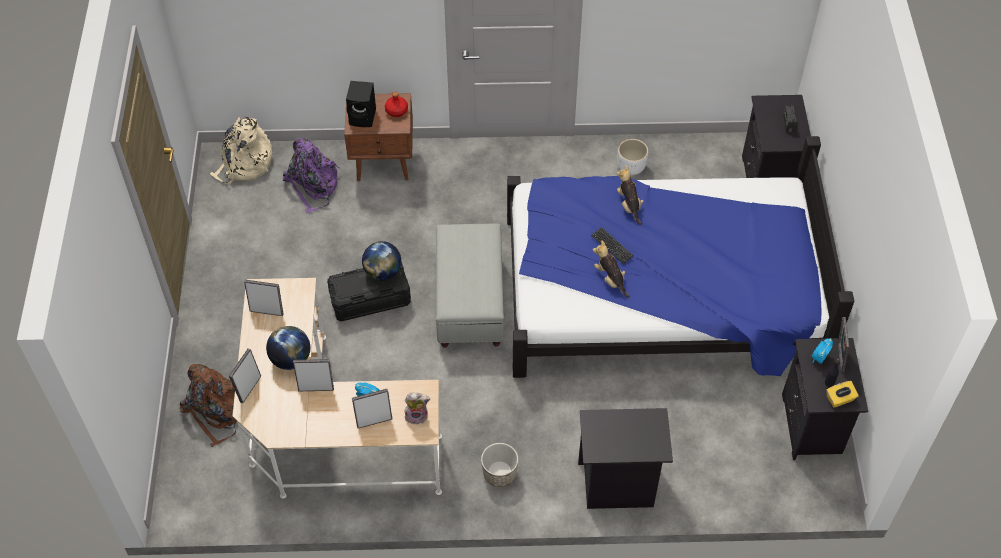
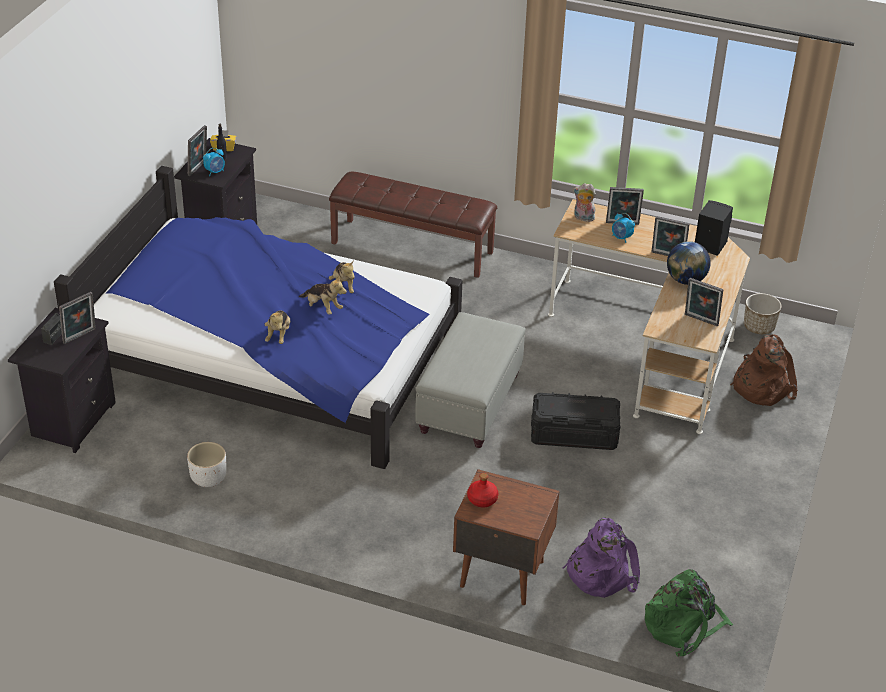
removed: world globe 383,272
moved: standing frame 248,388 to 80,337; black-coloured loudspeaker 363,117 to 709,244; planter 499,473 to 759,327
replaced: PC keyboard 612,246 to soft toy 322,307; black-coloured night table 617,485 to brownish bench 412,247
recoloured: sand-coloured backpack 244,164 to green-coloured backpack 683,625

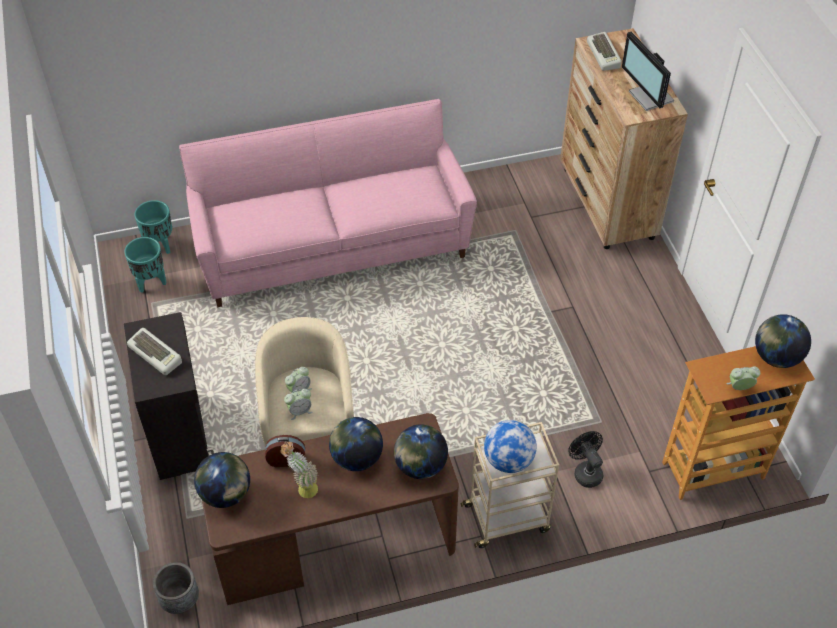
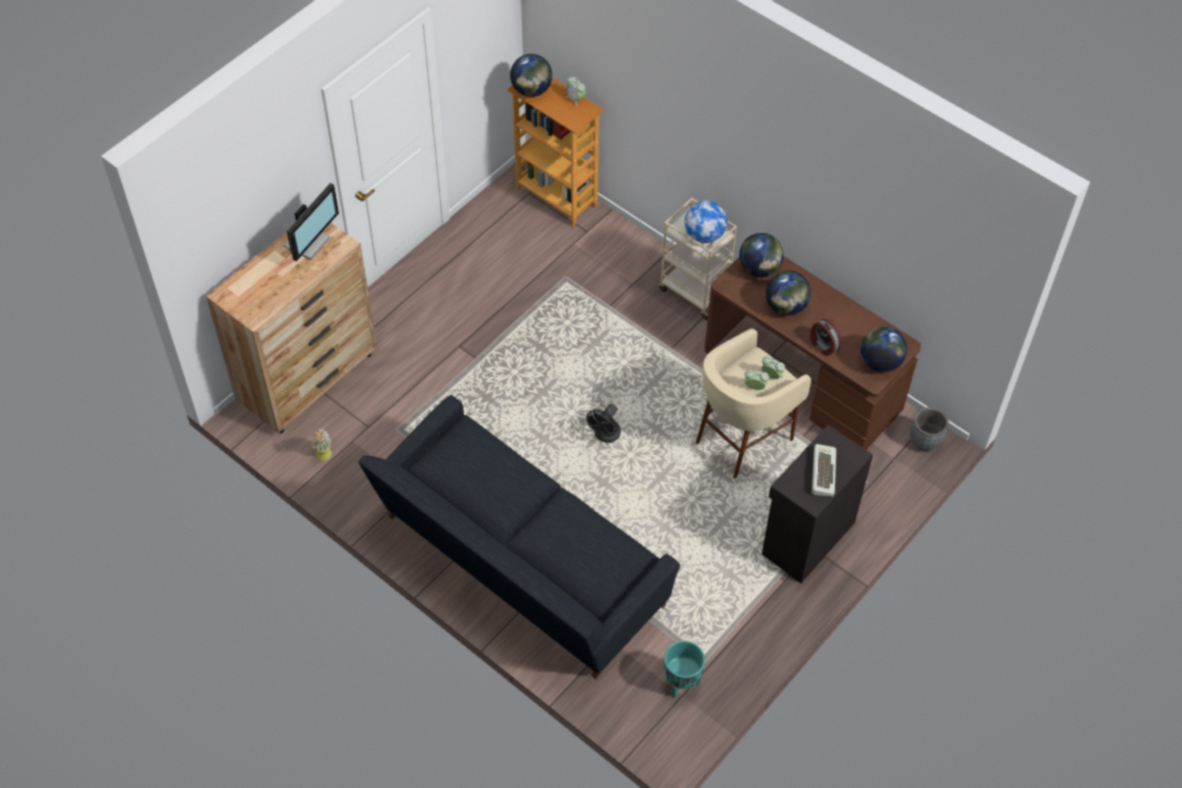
removed: turquoise-coloured planter 160,245; PC keyboard 604,55
moved: houseplant 302,488 to 324,457; black-coloured electric fan 585,471 to 605,436
recoloured: pinkish couch 331,243 to black-coloured couch 519,565

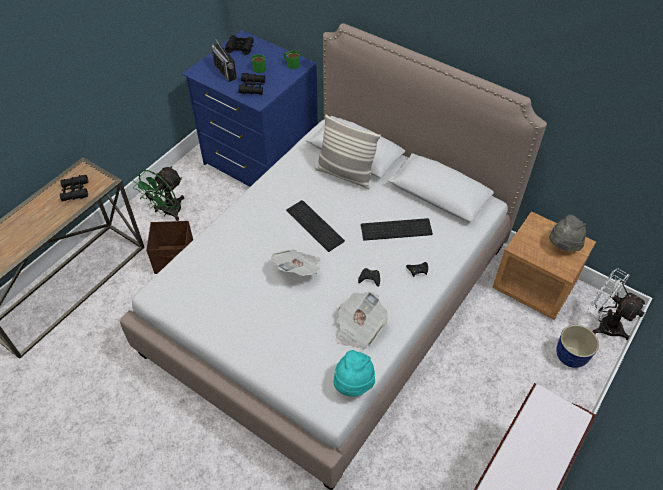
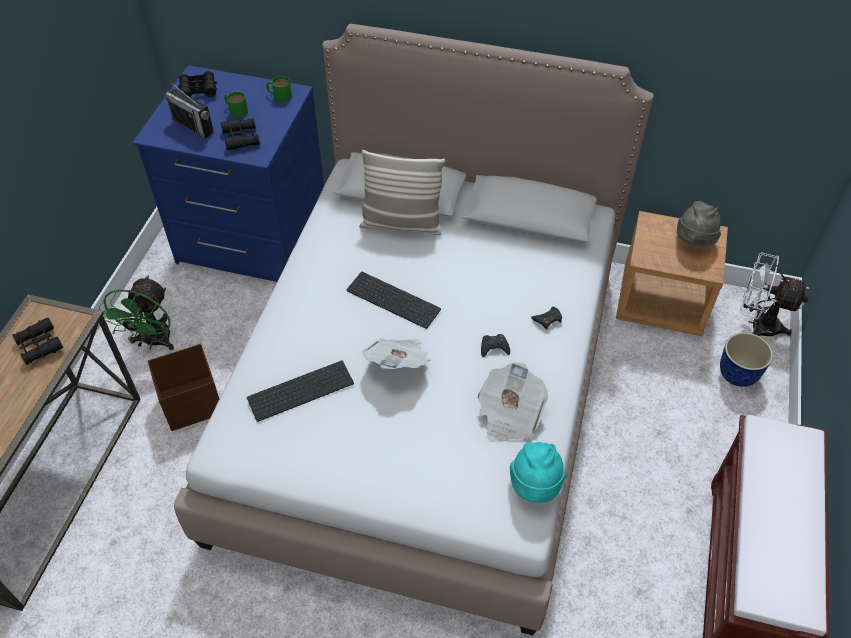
moved: PC keyboard 396,228 to 301,389

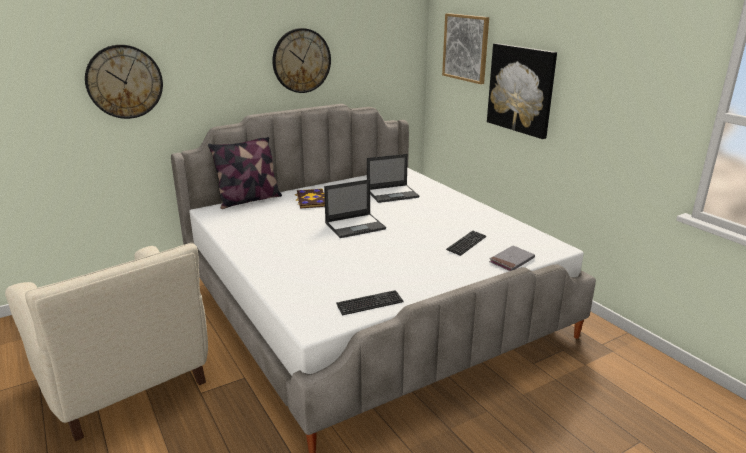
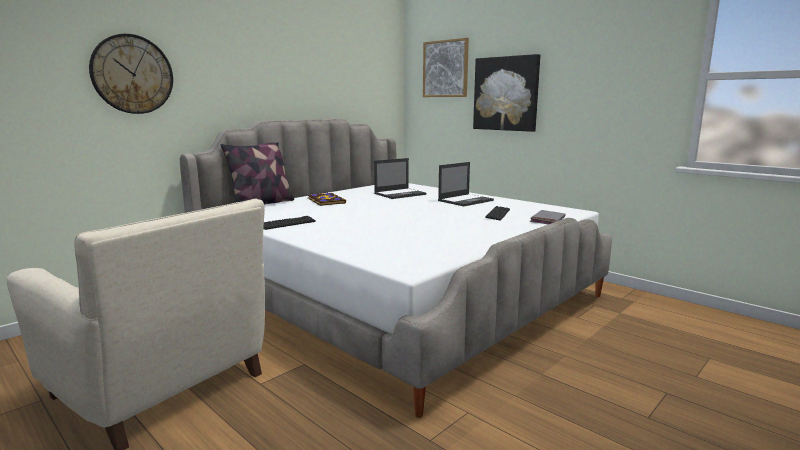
removed: wall clock 301,60
moved: PC keyboard 369,304 to 287,224; notebook computer 355,226 to 466,200

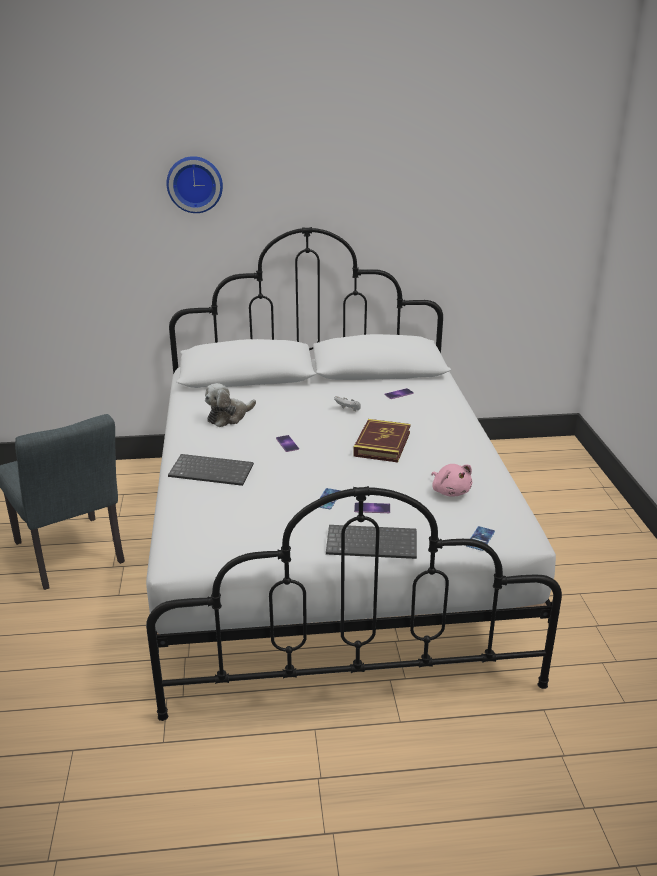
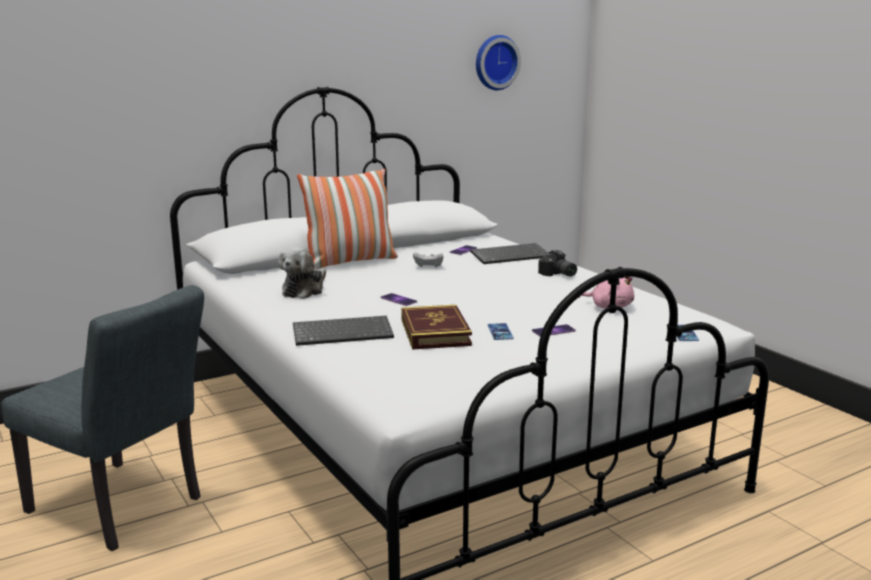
added: pillow 350,262; still camera 558,274
moved: book 382,444 to 435,332; PC keyboard 373,543 to 510,255; wall clock 194,184 to 495,62

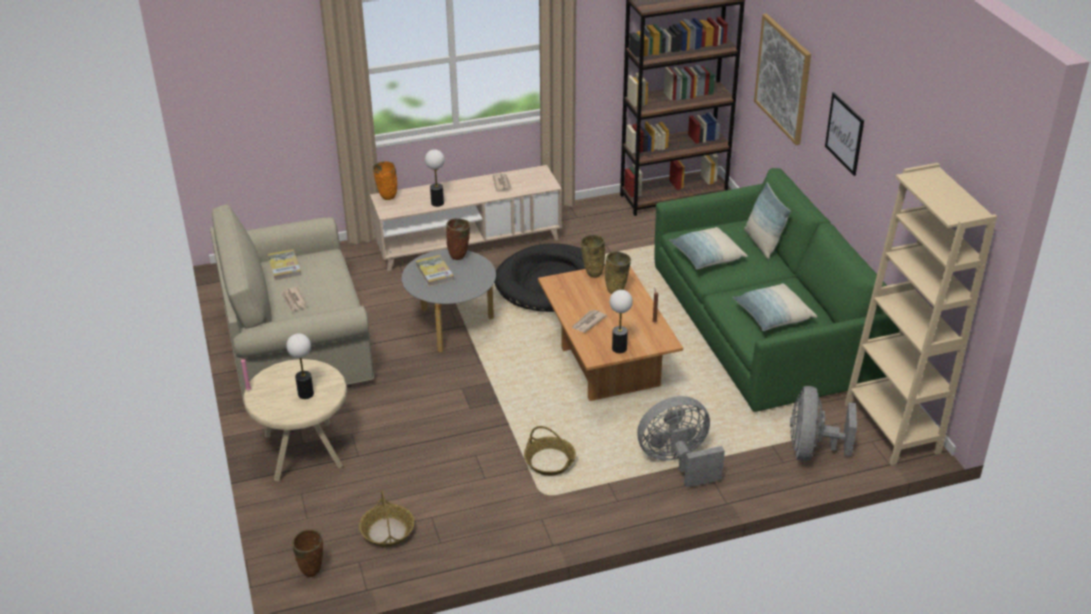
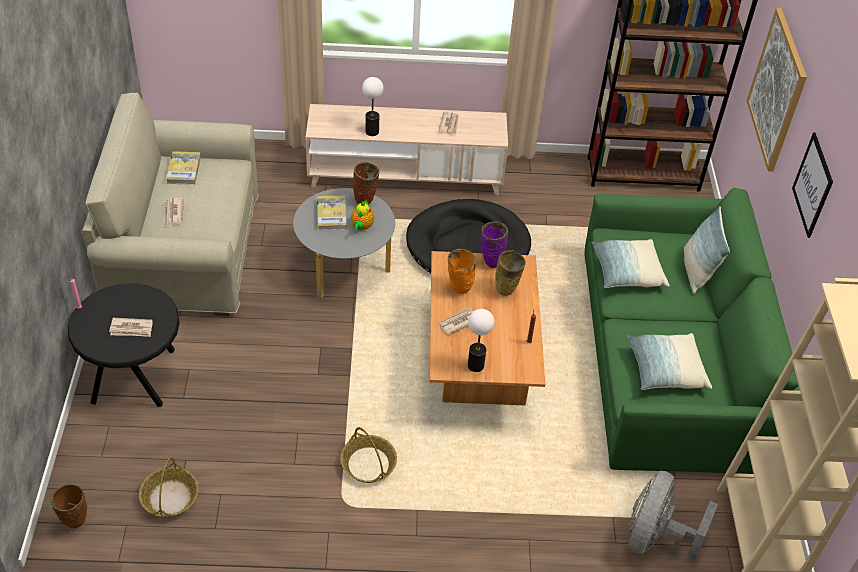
removed: greyish electric fan 678,462
added: pot for tea 362,226
moved: orange-coloured flower vase 386,198 to 458,289
replaced: lamp for a table 306,394 to newspaper 131,329
recoloured: sand-coloured accent table 304,450 to black-coloured accent table 135,375; sand-coloured flower vase 592,274 to purplish flower vase 491,262

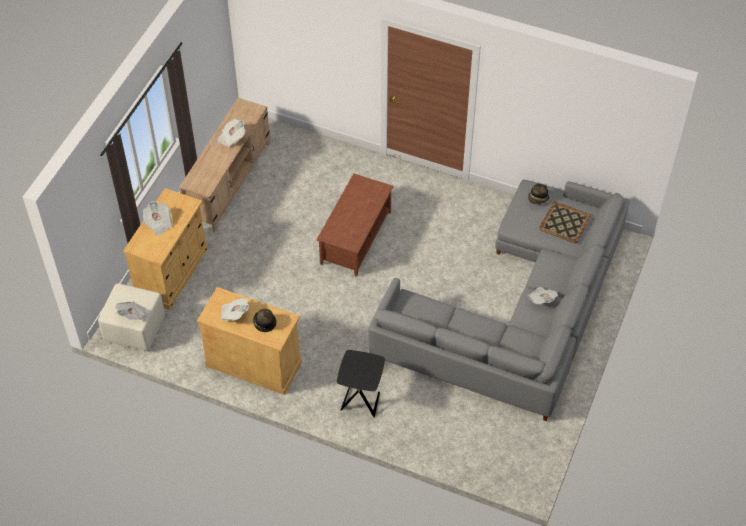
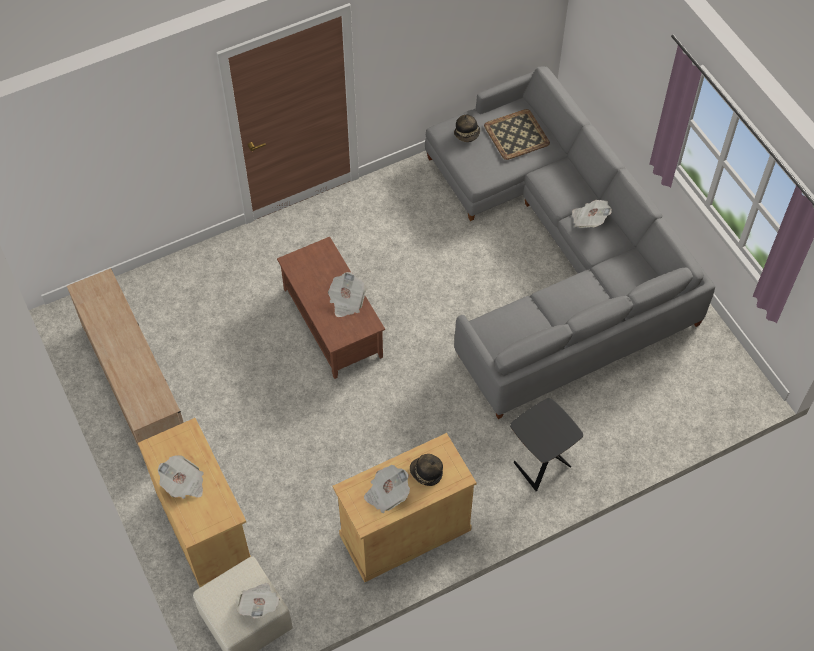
moved: newspaper 231,138 to 346,301

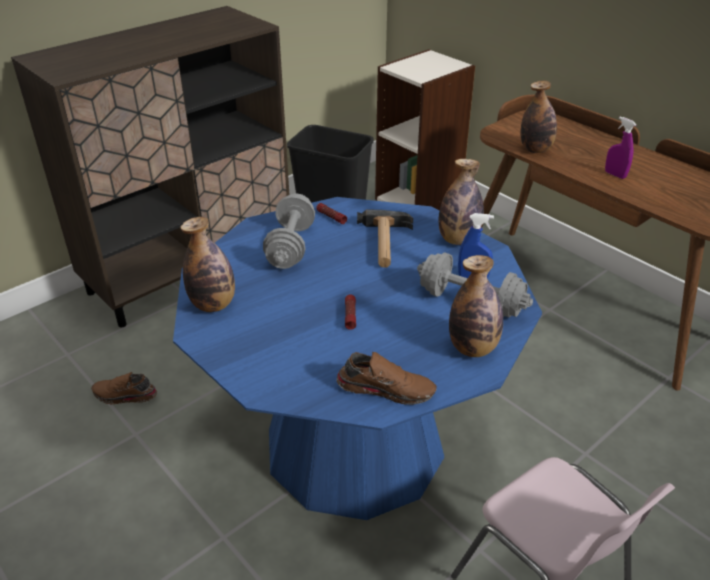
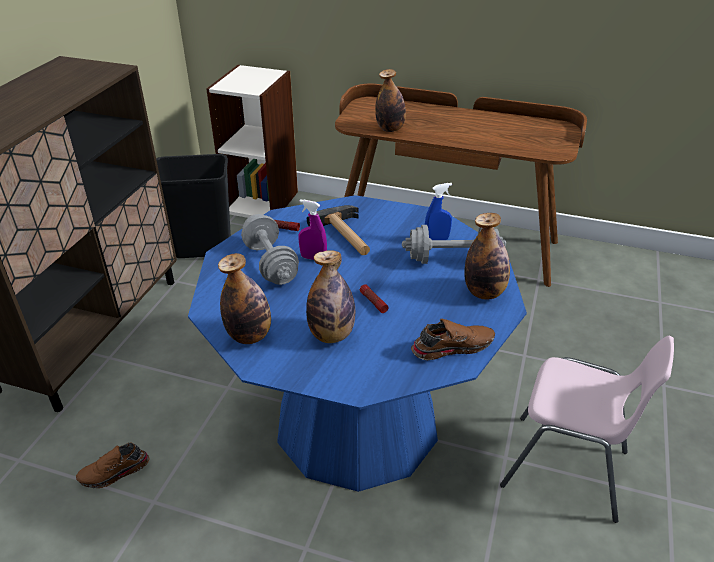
moved: purplish hand sprayer 615,175 to 313,258; drink bottle 458,240 to 331,335

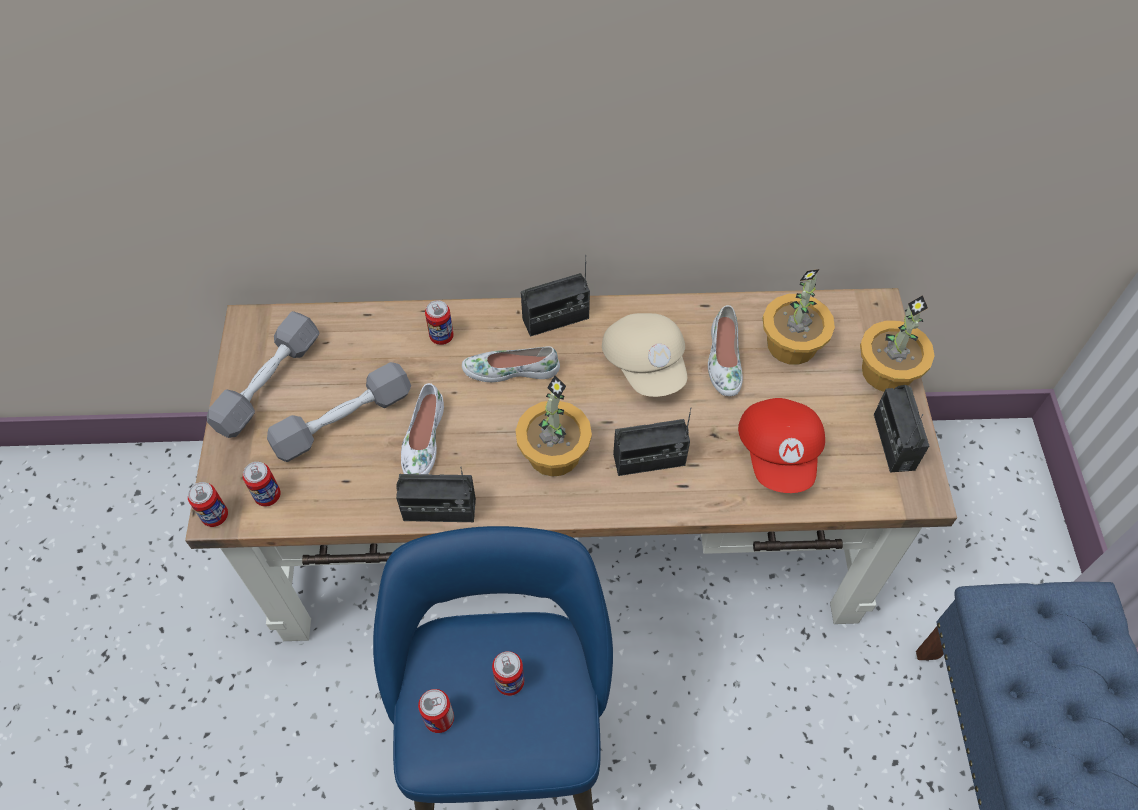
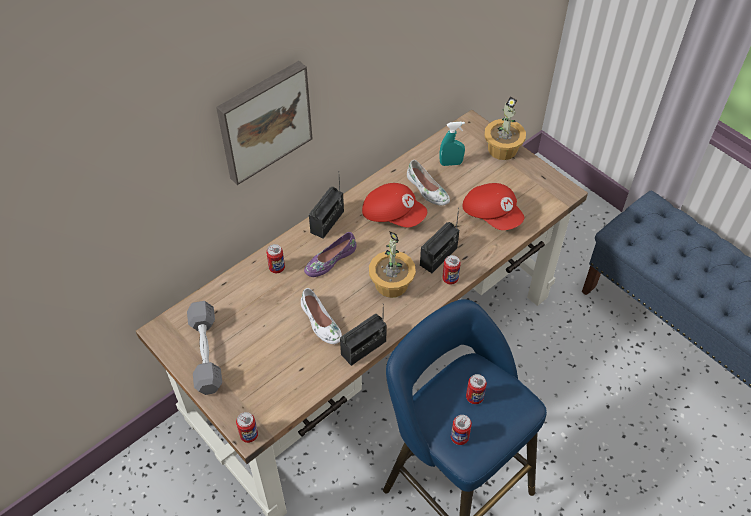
removed: greyish hand weight 343,421; radio 893,442
added: wall picture 263,120
moved: metal can 268,496 to 450,279
replaced: houseplant 792,345 to turquoise-coloured hand sprayer 451,163
recoloured: whitish item of footwear 511,369 to purplish item of footwear 330,260; sand-coloured cap 646,364 to reddish cap 393,215

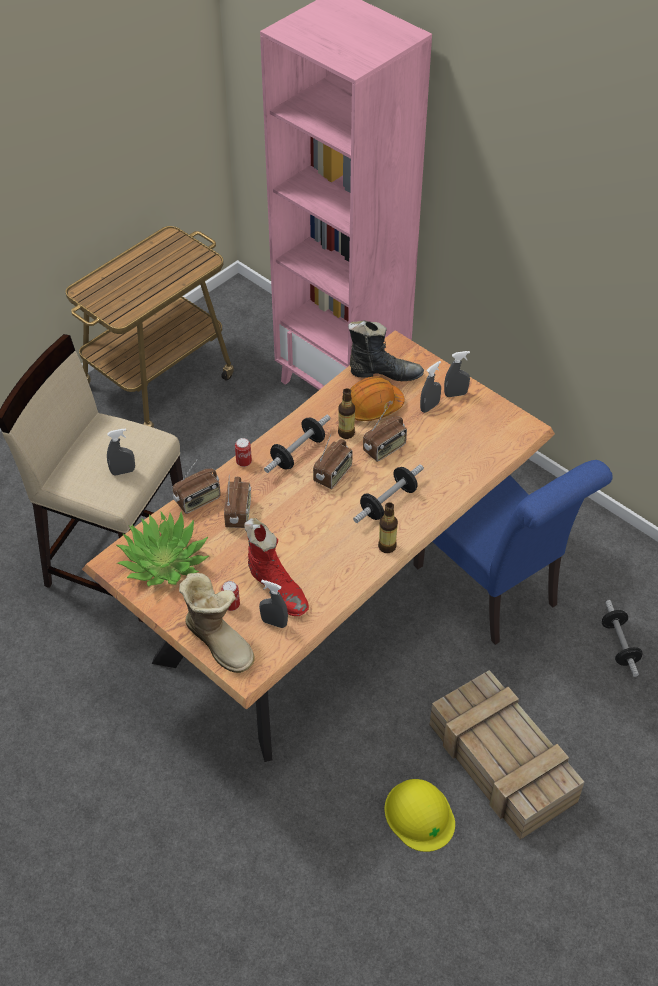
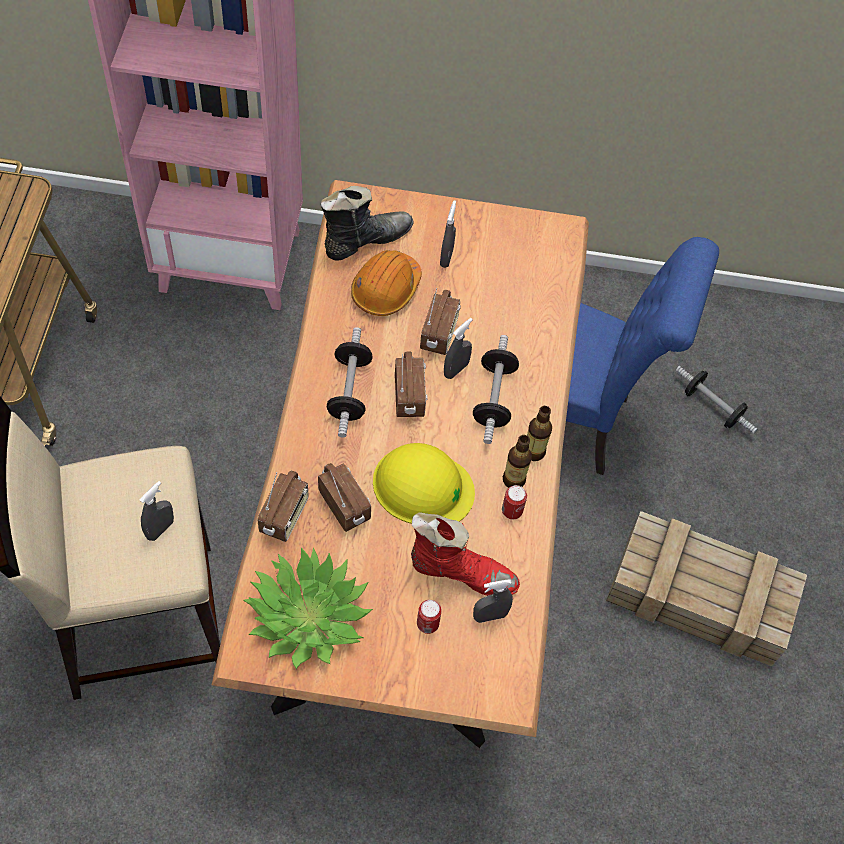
removed: high-top boot 220,640
moved: yellowish hard hat 419,814 to 422,486; greyish hand sprayer 455,394 to 456,369; metal can 244,462 to 512,511; drink bottle 346,433 to 514,480

